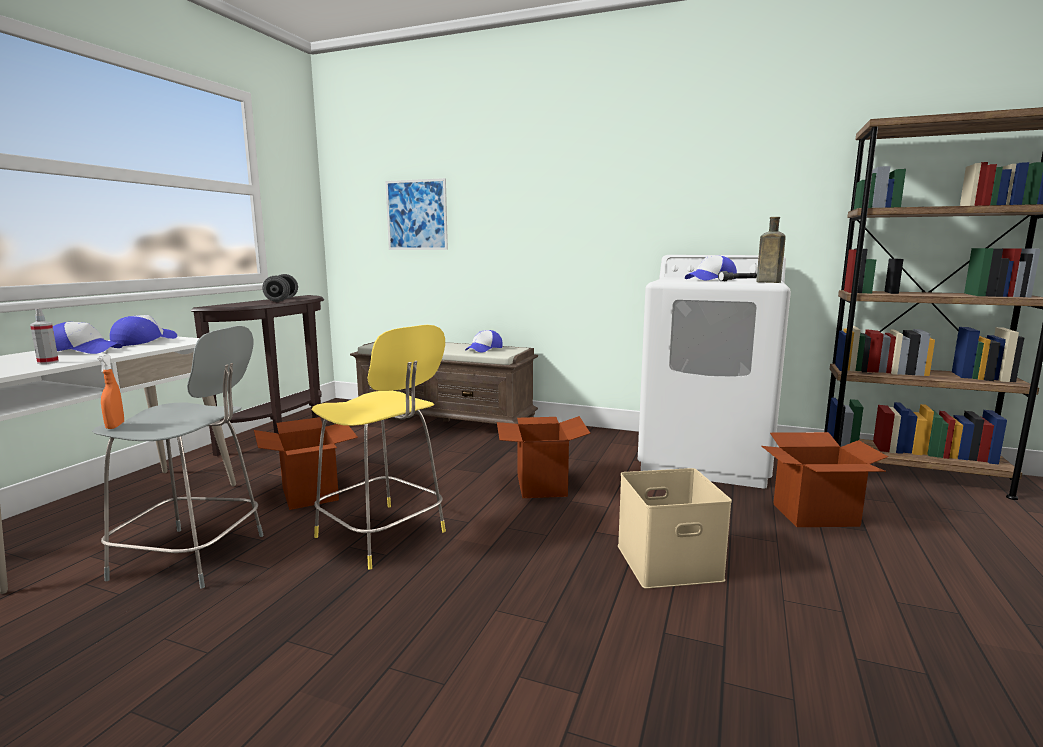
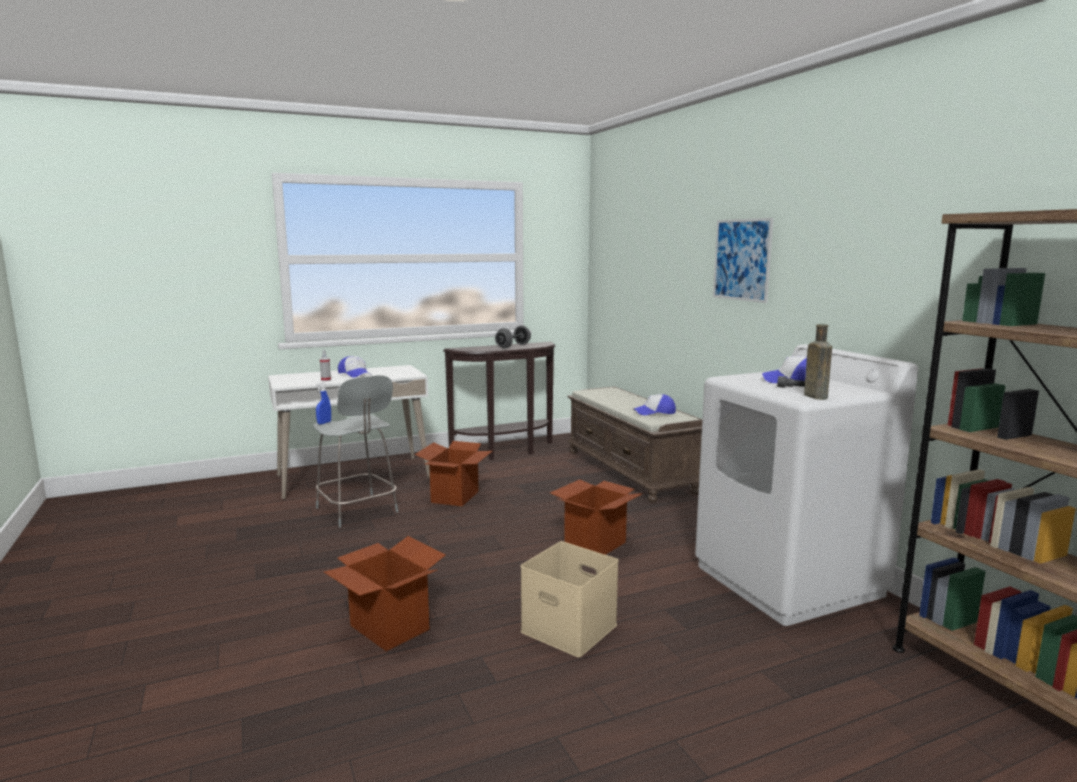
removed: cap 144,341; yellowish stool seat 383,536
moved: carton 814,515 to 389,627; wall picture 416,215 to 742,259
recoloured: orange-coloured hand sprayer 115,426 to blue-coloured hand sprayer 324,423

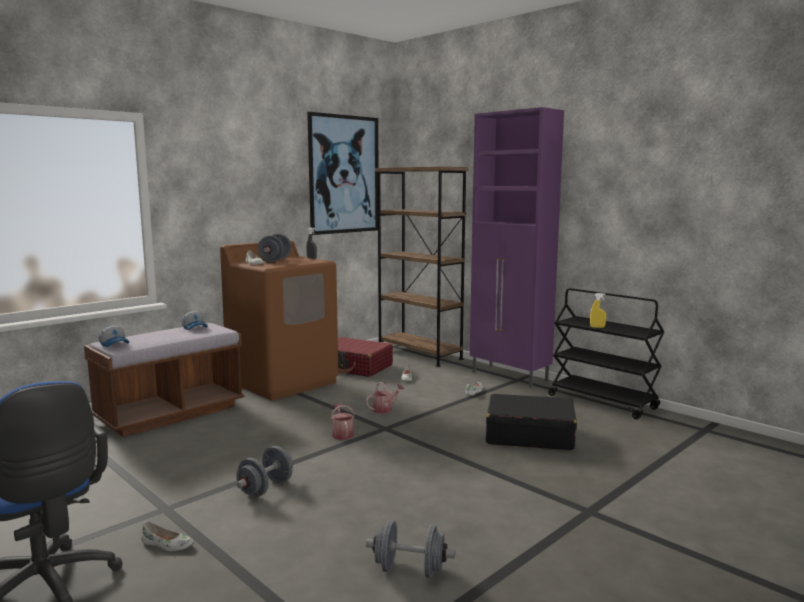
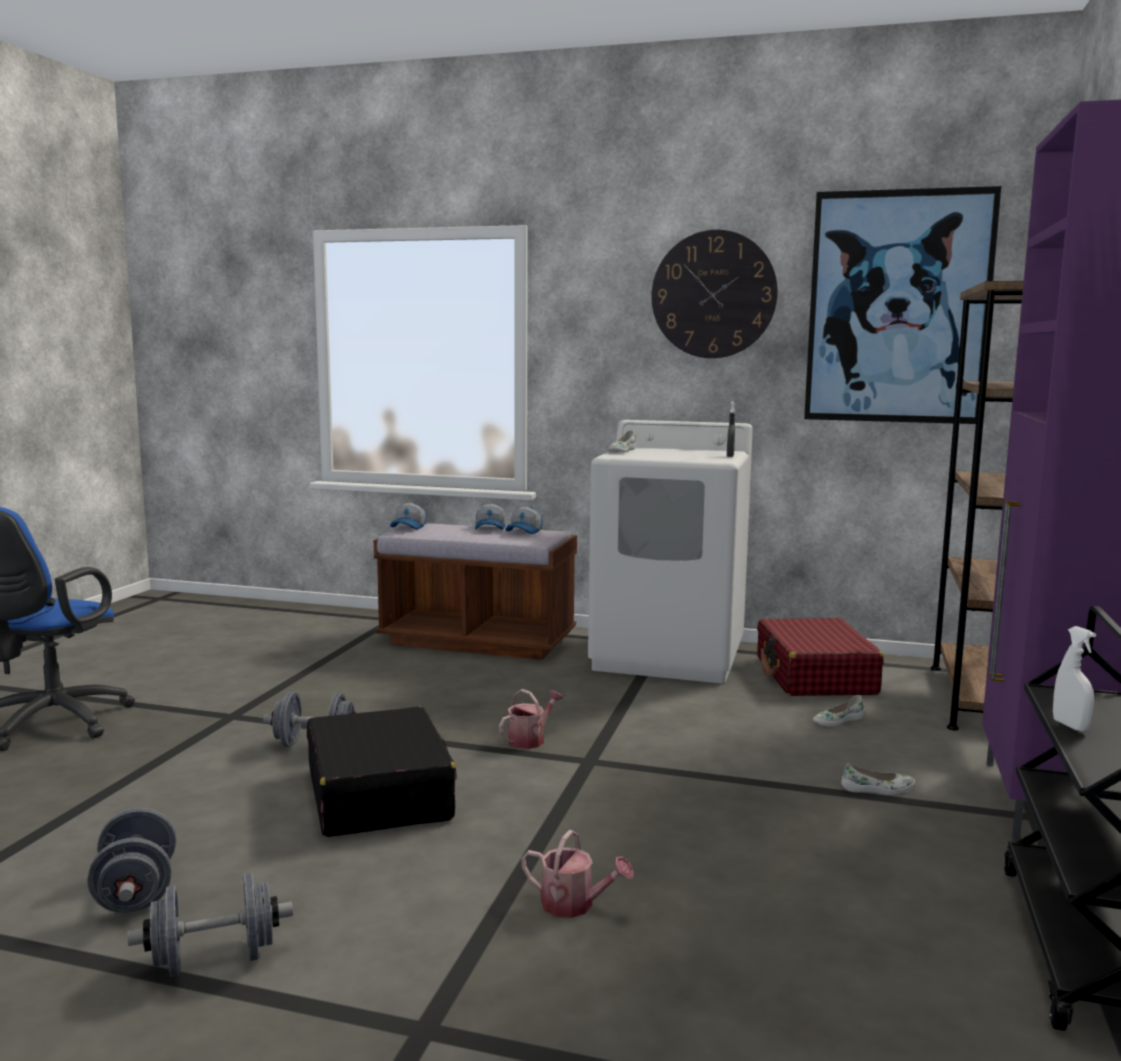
removed: whitish item of footwear 167,544
added: cap 491,528; wall clock 713,294
moved: greyish hand weight 275,260 to 214,960; black-coloured suitcase 529,435 to 379,794; sprinkling can 384,409 to 574,905
recoloured: brownish laundry appliance 283,382 to whitish laundry appliance 669,656; yellowish hand sprayer 597,327 to whitish hand sprayer 1070,726

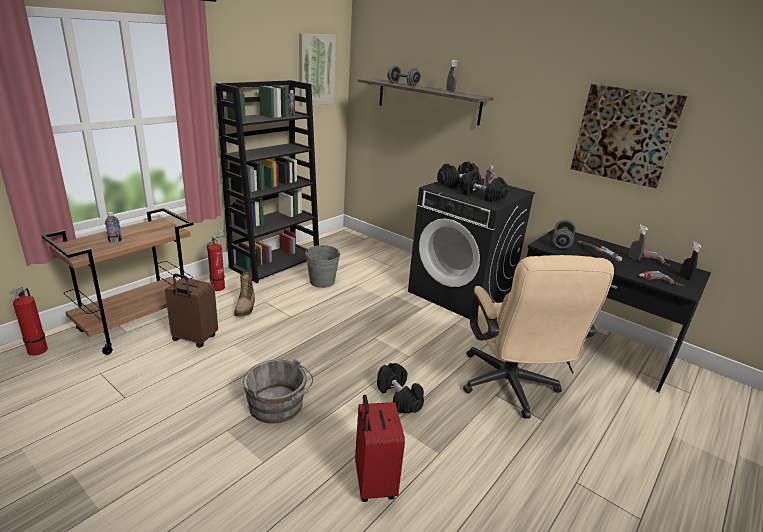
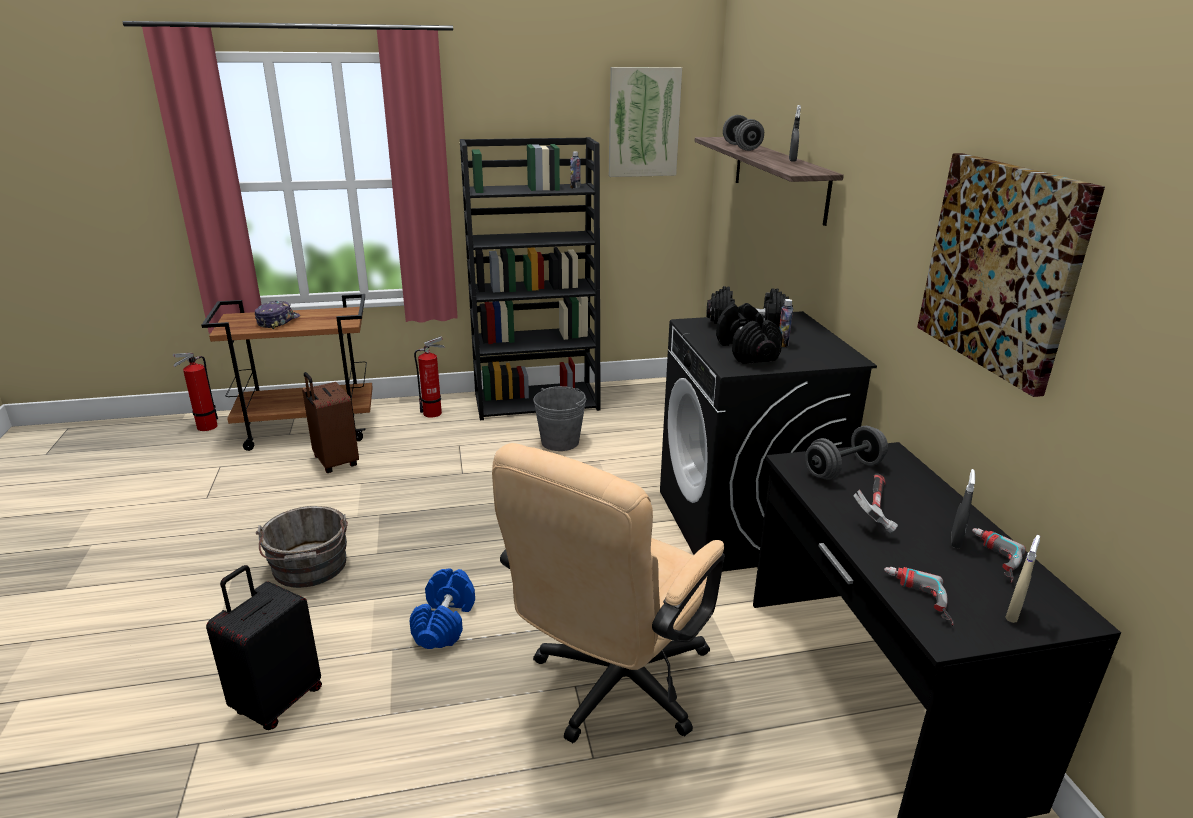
removed: high-top boot 245,307
replaced: drink bottle 115,241 to cap 278,321
recoloured: reddish suitcase 373,483 to black-coloured suitcase 277,701; black-coloured hand weight 399,397 to blue-coloured hand weight 444,623; black-coloured hand sprayer 684,277 to sand-coloured hand sprayer 1013,614

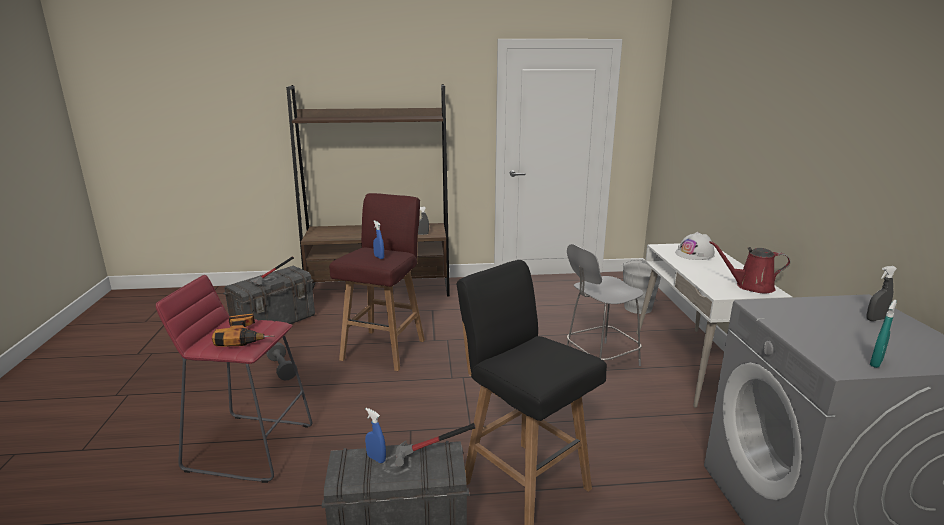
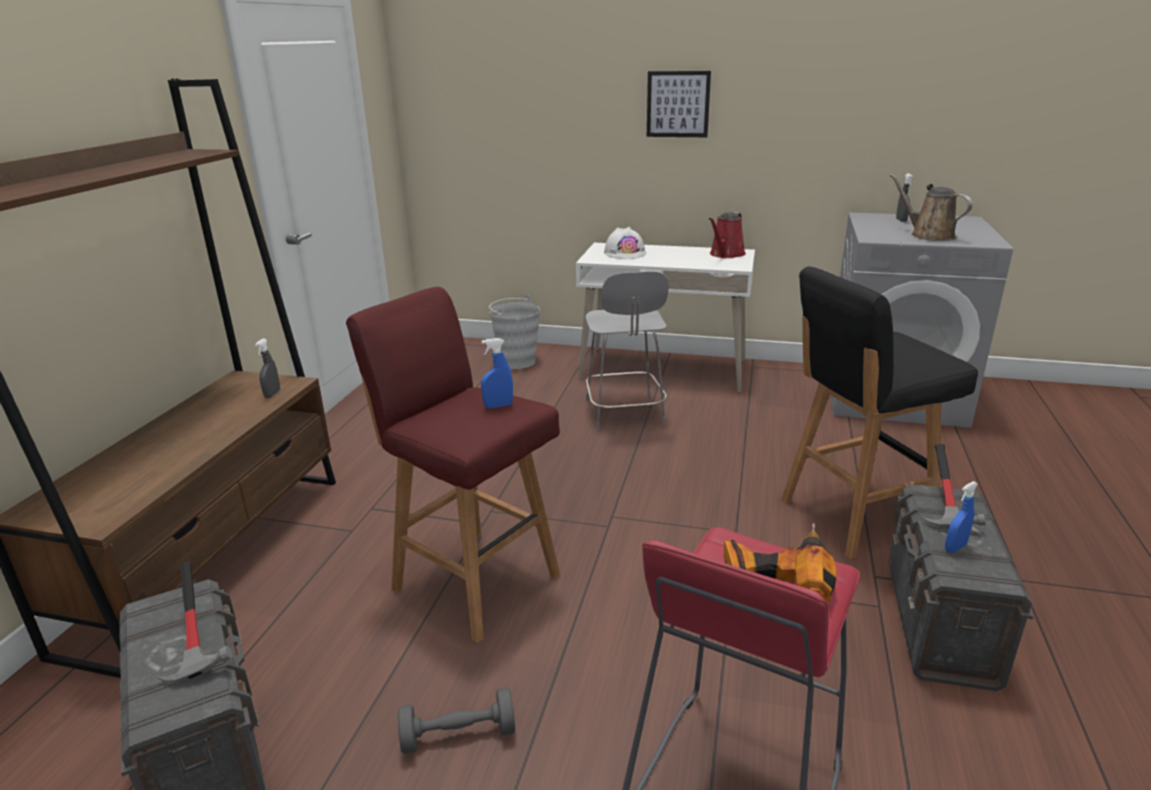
removed: turquoise-coloured hand sprayer 876,363
added: wall picture 678,104; brownish sprinkling can 928,235

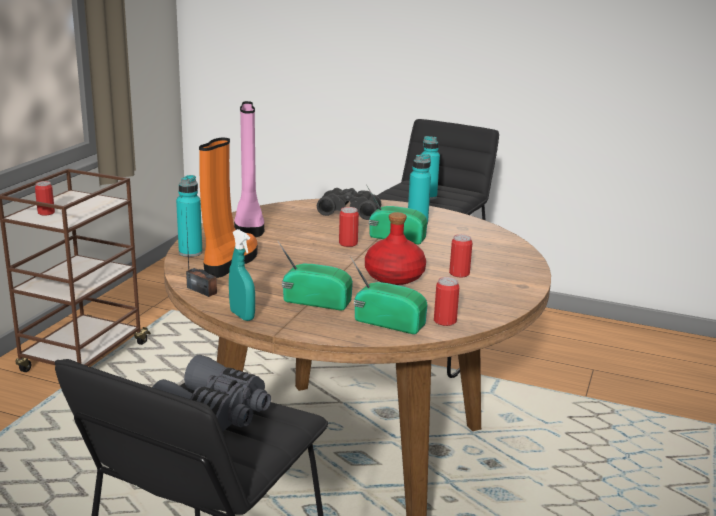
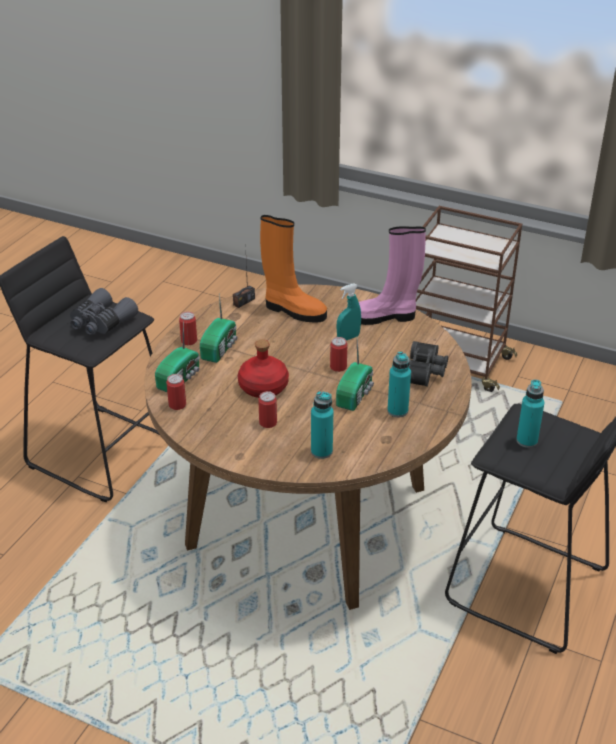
moved: metal can 46,213 to 189,341; turquoise-coloured drink bottle 190,252 to 321,451; turquoise-coloured hand sprayer 242,316 to 348,338

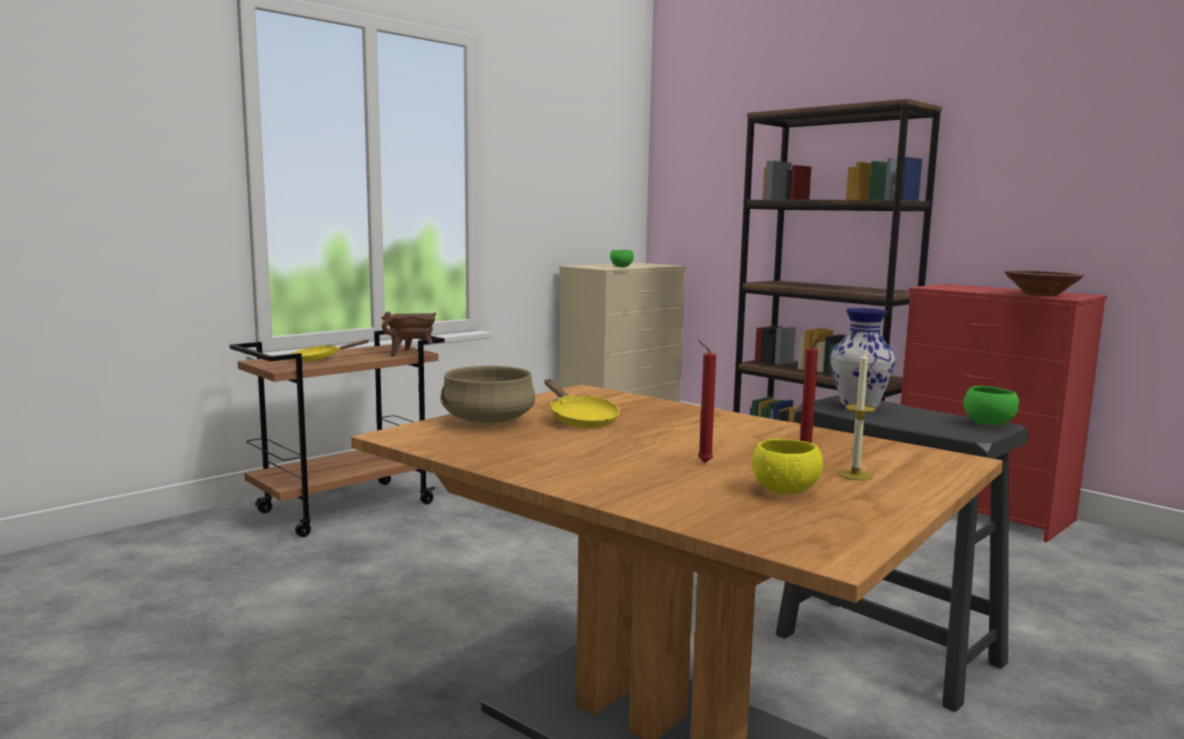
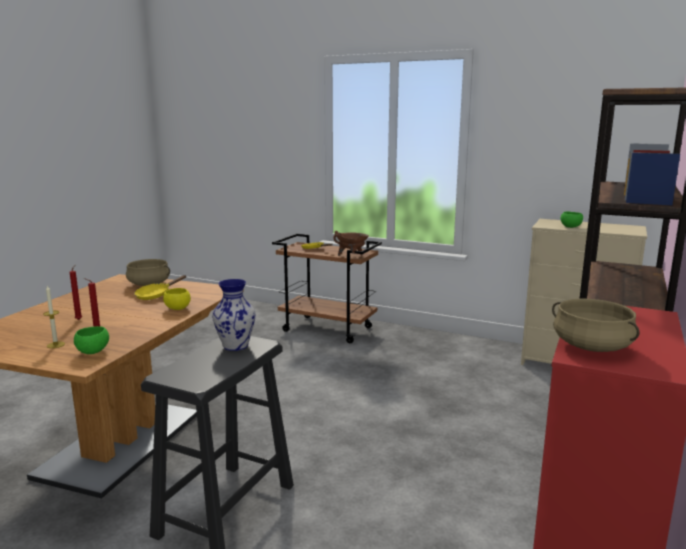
moved: green-coloured serving bowl 988,423 to 93,352; yellowish serving bowl 784,491 to 177,308
replaced: brownish serving bowl 1040,295 to sand-coloured cooking pot 591,346

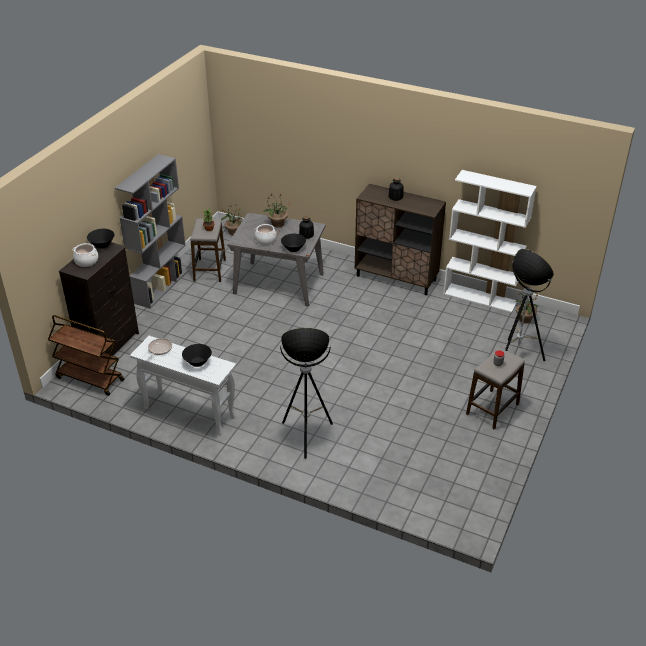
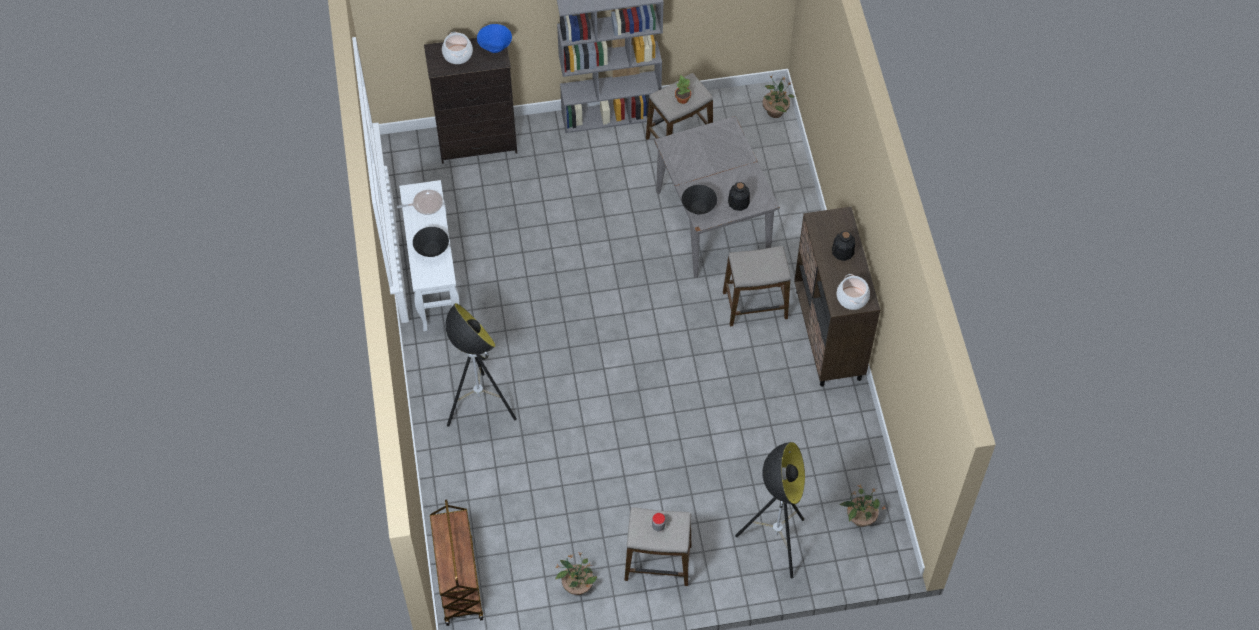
removed: whitish shelving unit 480,297
added: stool seat 755,306
moved: brownish wheeled cart 89,379 to 458,581; houseplant 277,224 to 577,585; cooking pot 266,240 to 852,298
recoloured: black-coloured serving bowl 102,245 to blue-coloured serving bowl 495,46

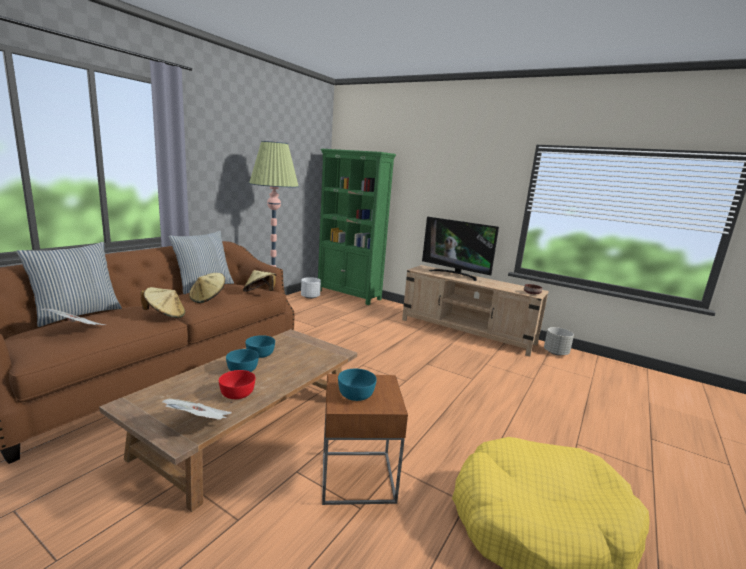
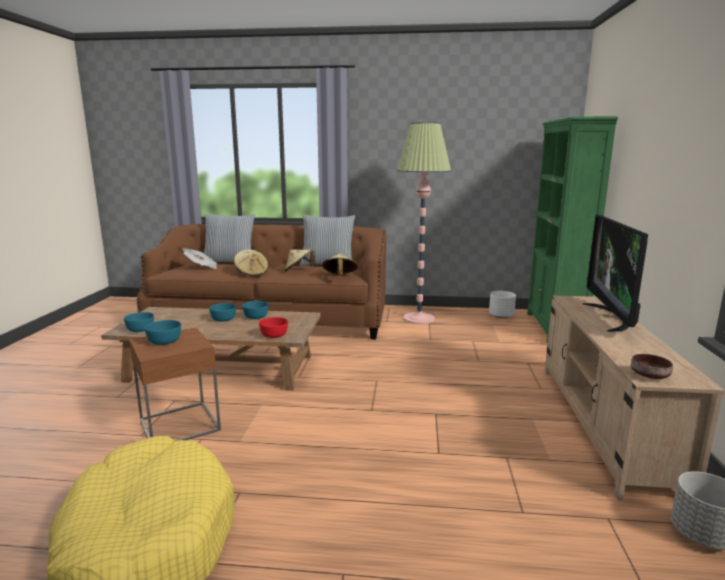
moved: reddish serving bowl 237,393 to 274,335
replaced: newspaper 200,423 to turquoise-coloured serving bowl 141,329

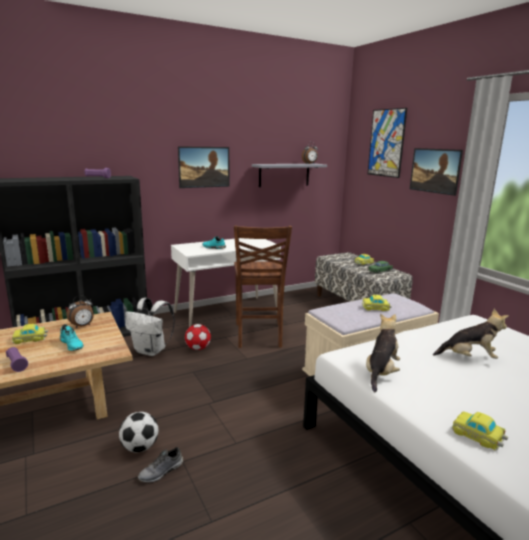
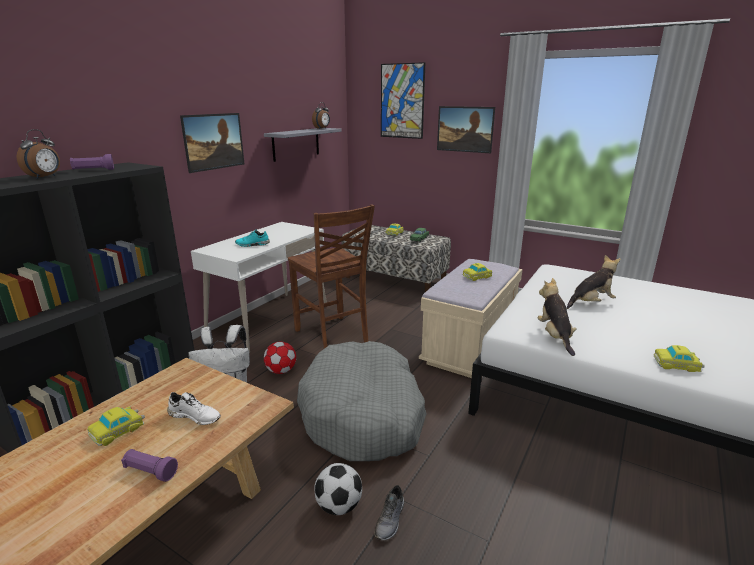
added: greyish dog bed 363,414
moved: table clock 82,326 to 45,177
recoloured: turquoise-coloured item of footwear 72,344 to whitish item of footwear 195,416

